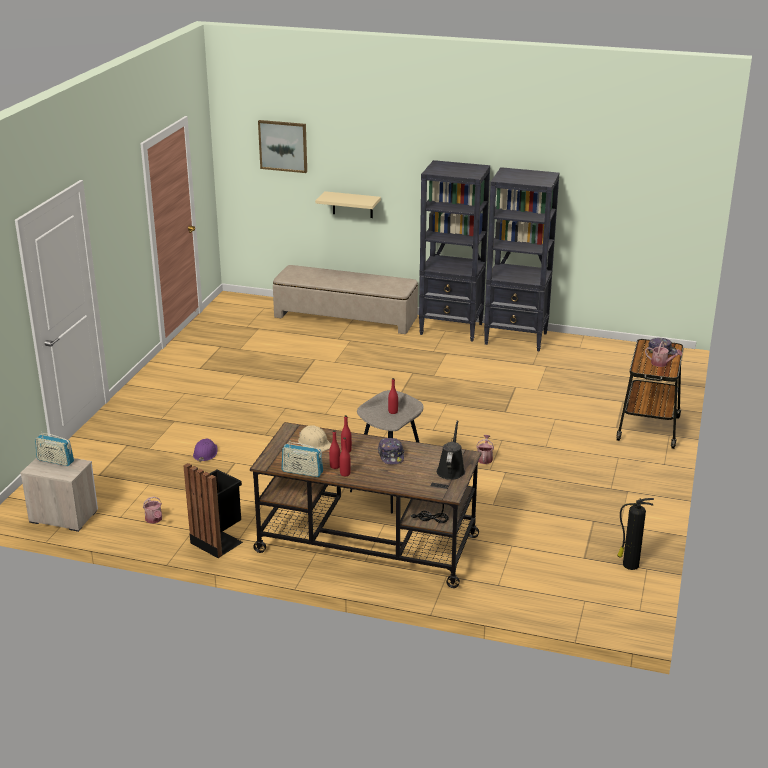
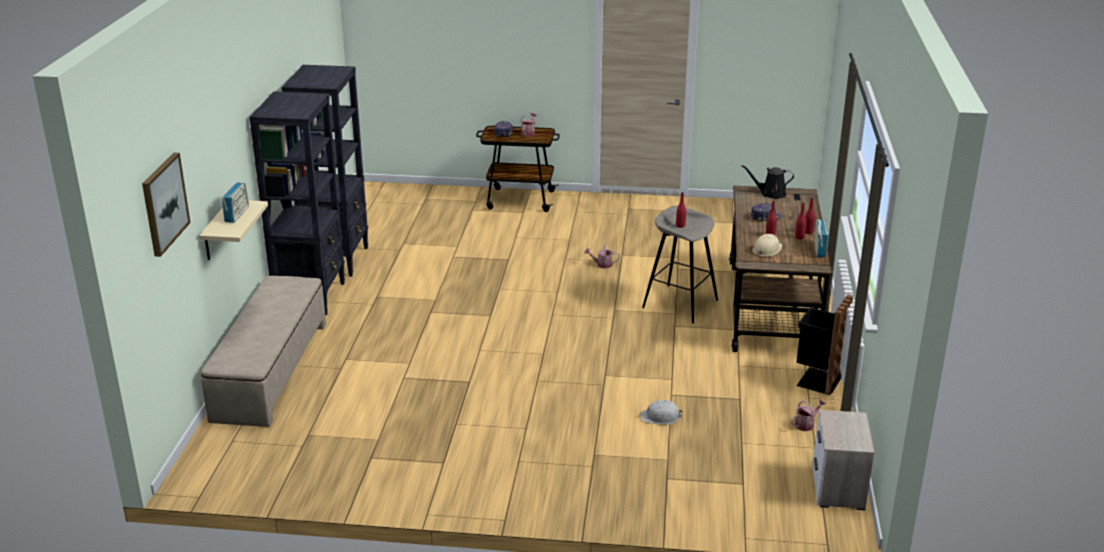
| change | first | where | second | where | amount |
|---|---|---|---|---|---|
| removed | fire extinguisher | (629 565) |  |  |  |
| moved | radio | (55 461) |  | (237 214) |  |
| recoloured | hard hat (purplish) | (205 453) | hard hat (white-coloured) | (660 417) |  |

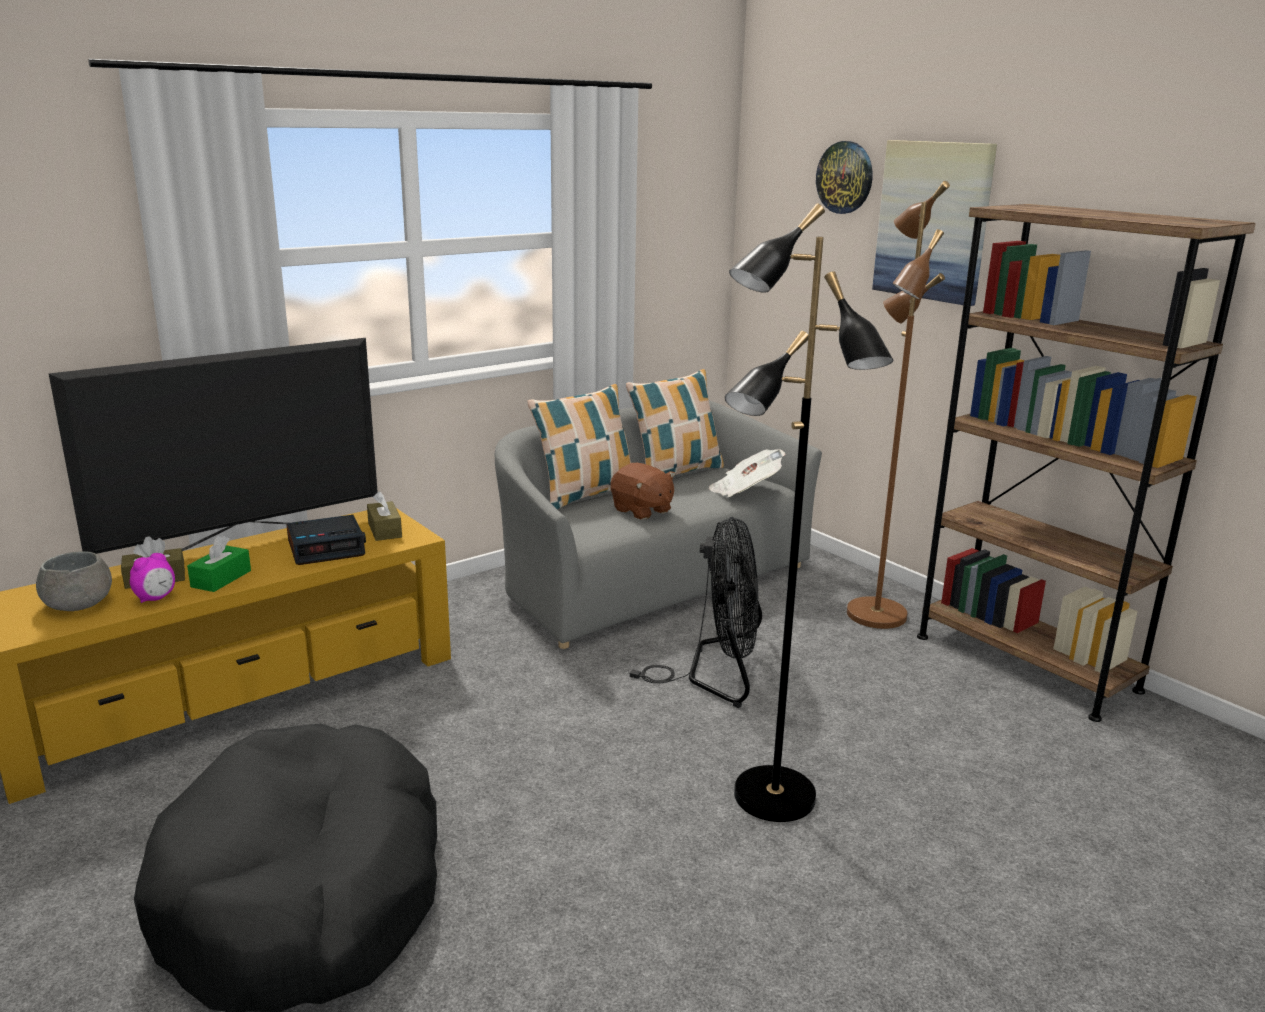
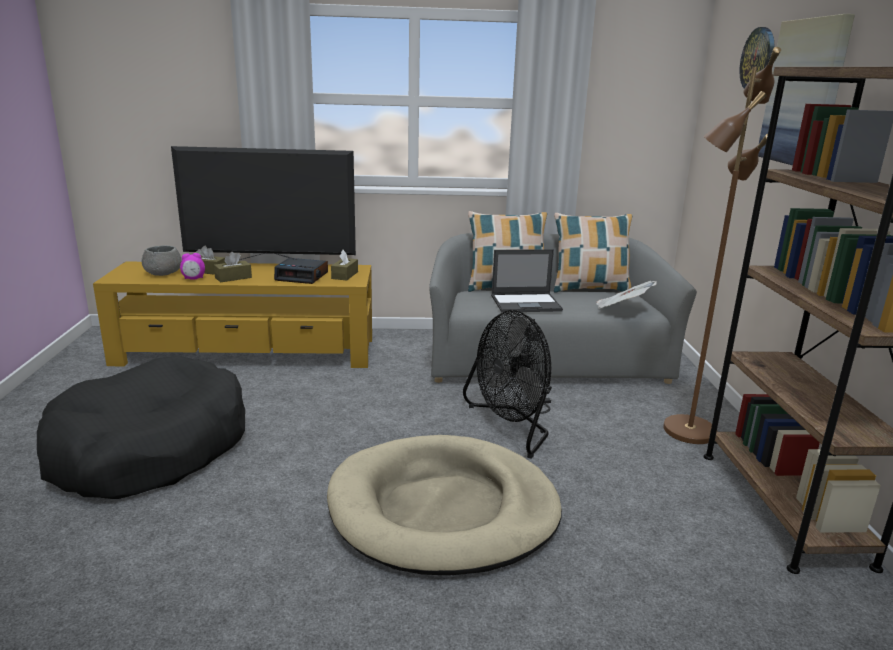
| change | first | where | second | where | amount |
|---|---|---|---|---|---|
| replaced | cuddly toy (brown) | (642 510) | laptop | (526 303) |  |
| replaced | standing lamp (blackish) | (773 798) | dog bed (beige-coloured) | (443 510) |  |
| recoloured | box of tissues (greenish) | (221 579) | box of tissues (brown) | (233 278) |  |
| turned | electric fan (blackish) | (715 669) |  | (515 424) | 105 degrees clockwise |

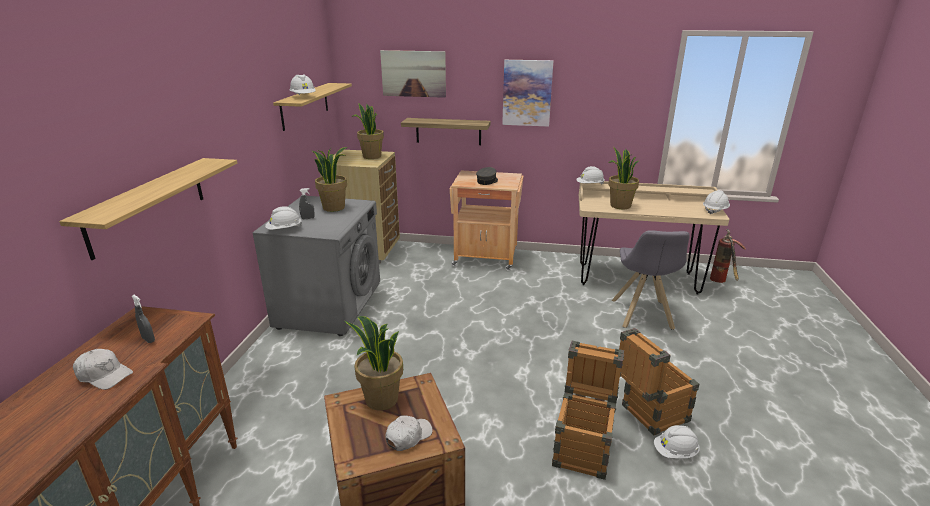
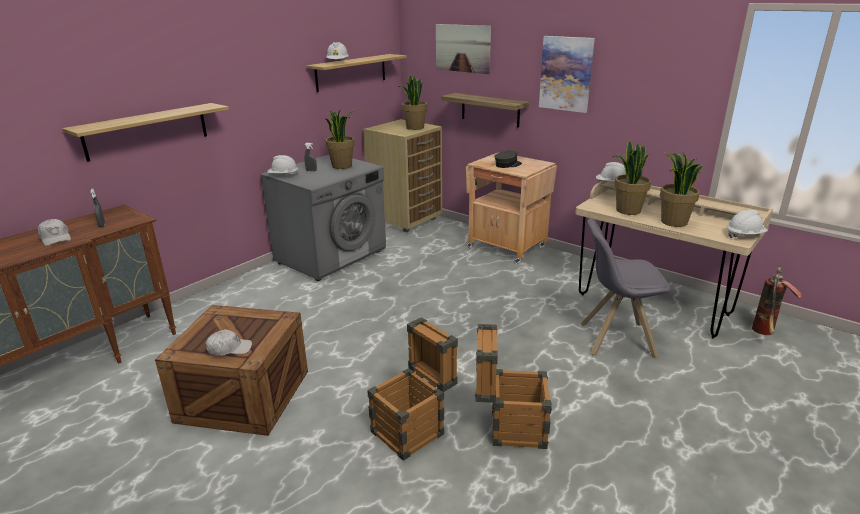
| change | first | where | second | where | amount |
|---|---|---|---|---|---|
| removed | hard hat (white-coloured) | (675 452) |  |  |  |
| moved | plant in a pot | (381 399) |  | (673 222) |  |
| turned | upright chair (gray) | (642 314) |  | (616 339) | 60 degrees clockwise |

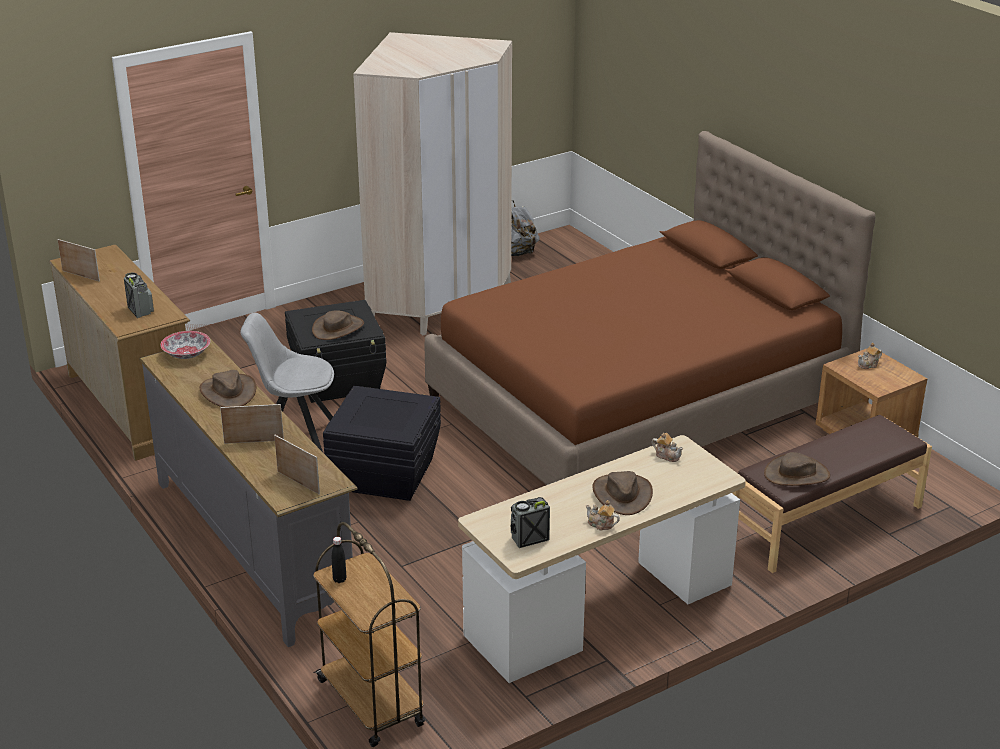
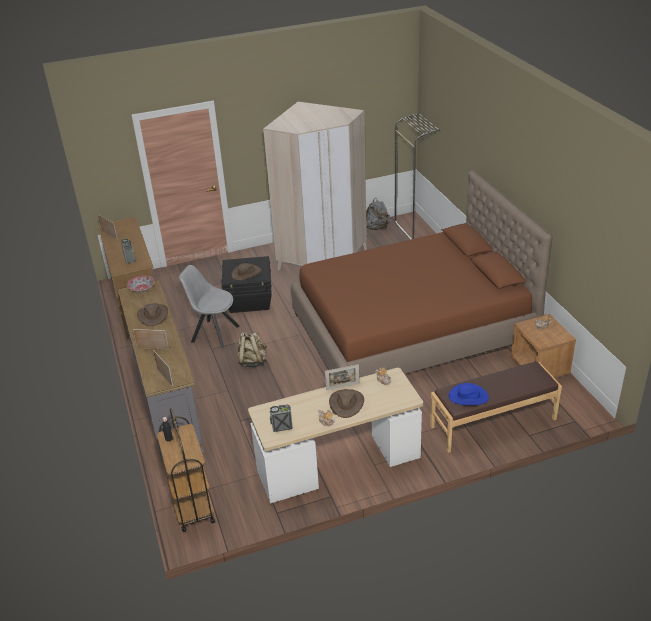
| change | first | where | second | where | amount |
|---|---|---|---|---|---|
| added |  |  | photo frame | (342 386) |  |
| added |  |  | garment rack (gray) | (414 229) |  |
| replaced | storage container (blackish) | (384 473) | knapsack (beige-coloured) | (252 361) |  |
| recoloured | wearable hat (brown) | (796 474) | wearable hat (blue) | (468 397) |  |

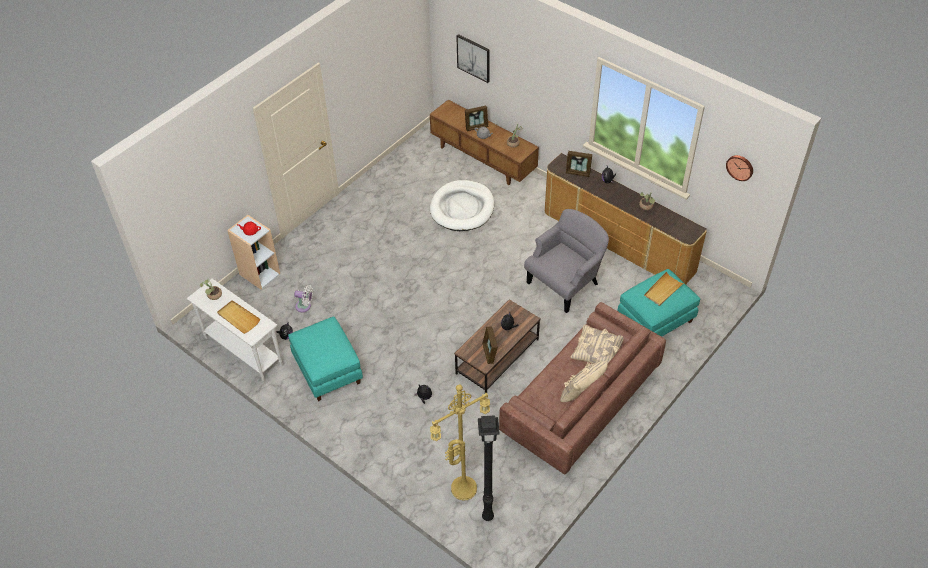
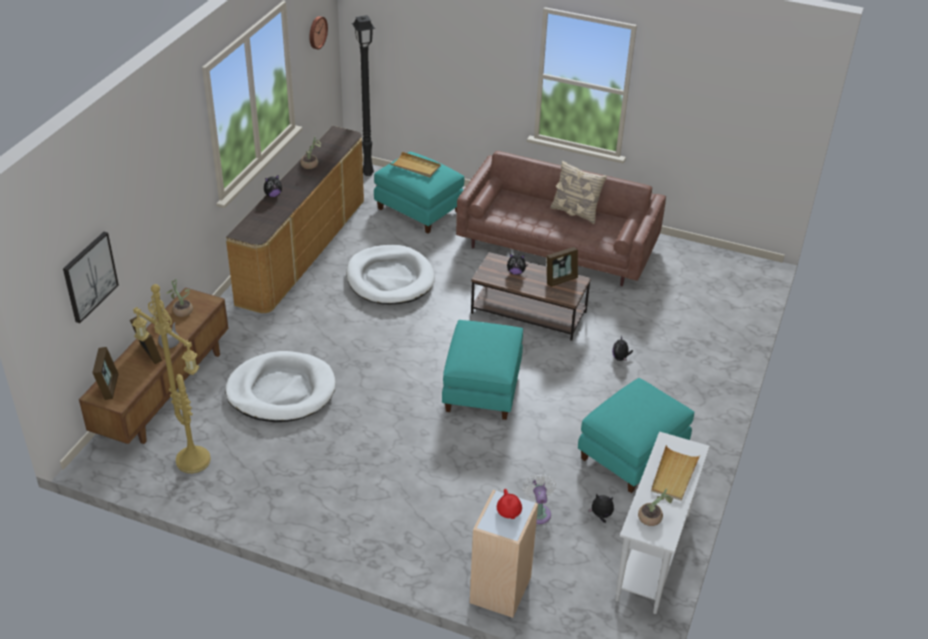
| change | first | where | second | where | amount |
|---|---|---|---|---|---|
| removed | cushion (beige-coloured) | (597 353) |  |  |  |
| added |  |  | pouffe (blue-green) | (483 389) |  |
| moved | standing lamp (yellowish) | (464 487) |  | (190 461) |  |
| moved | standing lamp (blackish) | (488 516) |  | (367 173) |  |
| moved | photo frame | (578 172) |  | (109 387) |  |
| replaced | armchair (gray) | (565 283) | dog bed (white-coloured) | (390 279) |  |

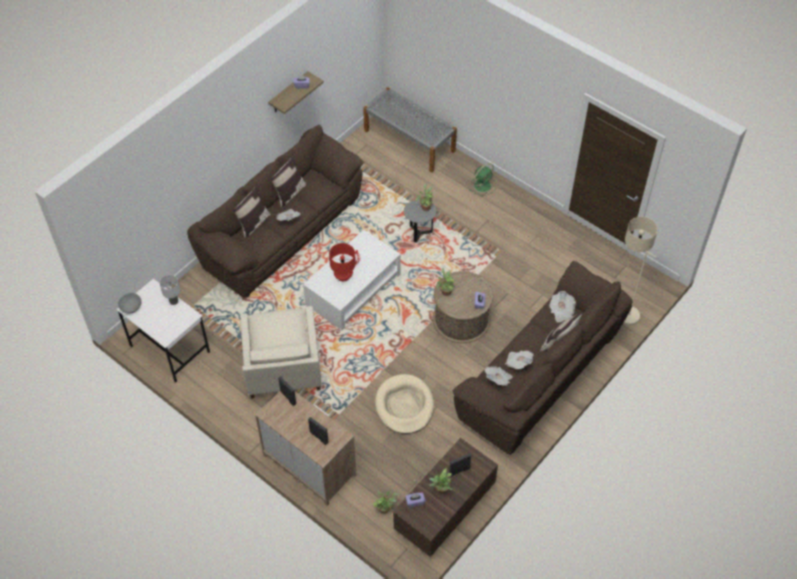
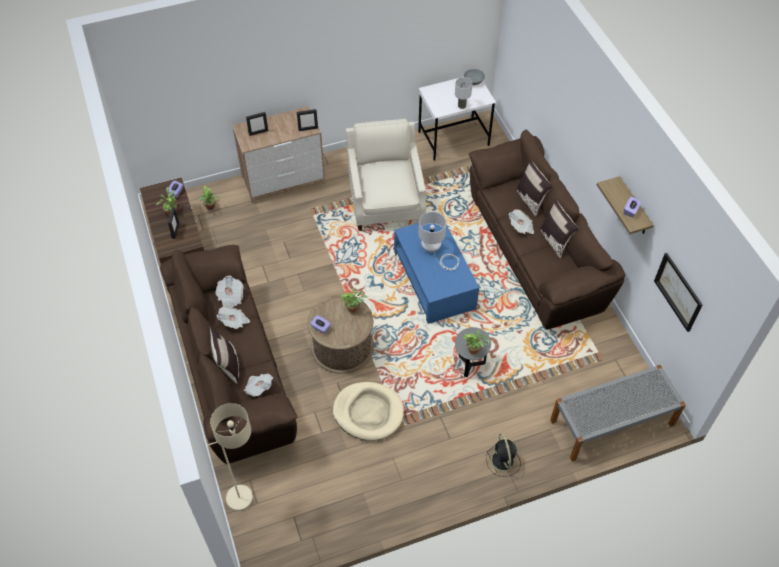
| change | first | where | second | where | amount |
|---|---|---|---|---|---|
| added |  |  | wall art | (678 292) |  |
| moved | dog bed (beige-coloured) | (404 406) |  | (368 412) |  |
| recoloured | low table (white-coloured) | (353 289) | low table (blue) | (434 280) |  |
| recoloured | lamp for a table (red) | (346 269) | lamp for a table (white-coloured) | (438 253) |  |
| recoloured | electric fan (greenish) | (483 185) | electric fan (blackish) | (503 461) |  |
| turned | armchair (beige-coloured) | (282 366) |  | (386 199) | 60 degrees clockwise |

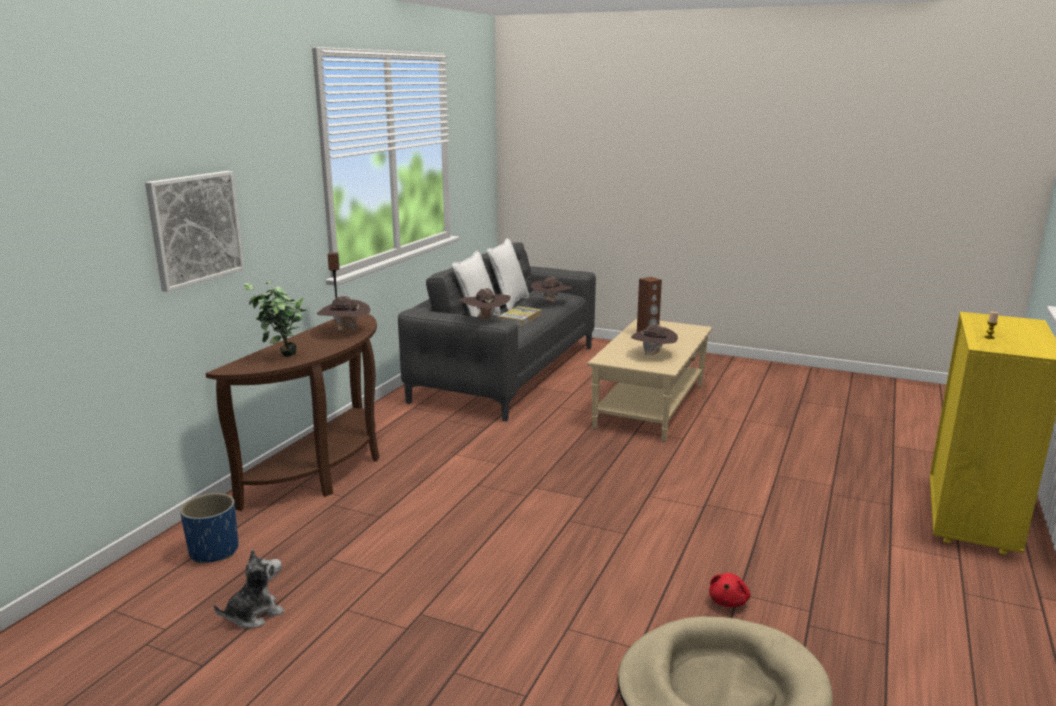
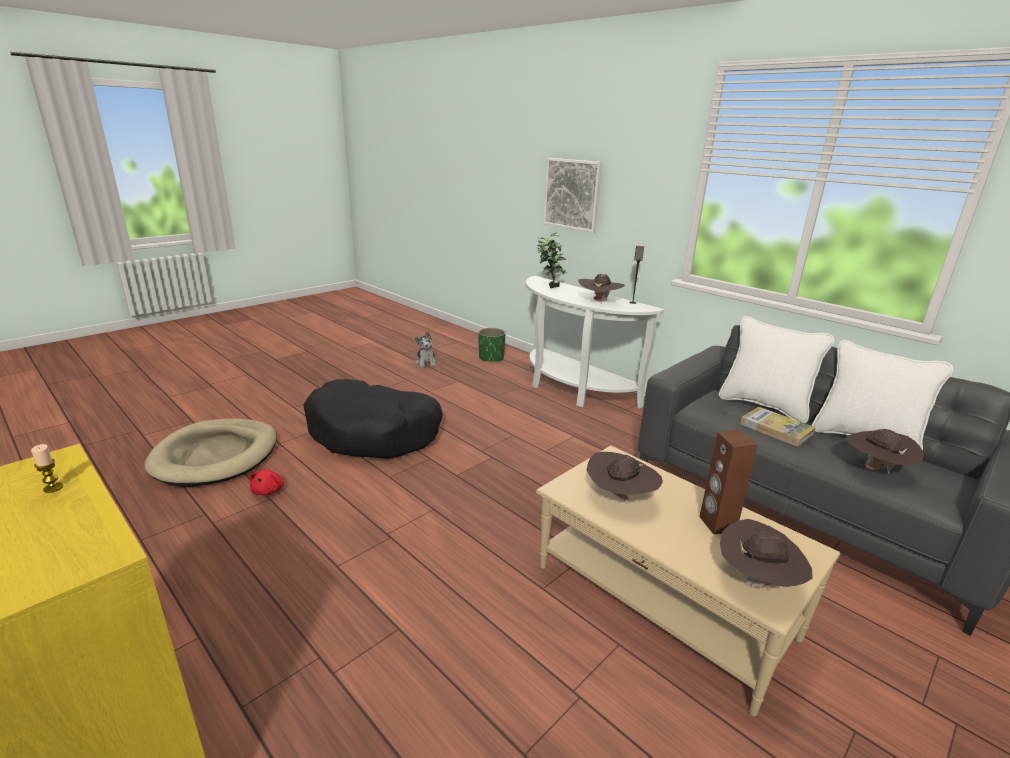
| change | first | where | second | where | amount |
|---|---|---|---|---|---|
| added |  |  | dog bed (blackish) | (374 433) |  |
| moved | wearable hat (brown) | (485 319) |  | (757 581) |  |
| recoloured | planter (blue) | (214 551) | planter (greenish) | (491 358) |  |
| recoloured | narrow table (brown) | (325 470) | narrow table (white-coloured) | (571 389) |  |
| turned | cuddly toy (red) | (728 601) |  | (269 490) | 135 degrees counterclockwise |

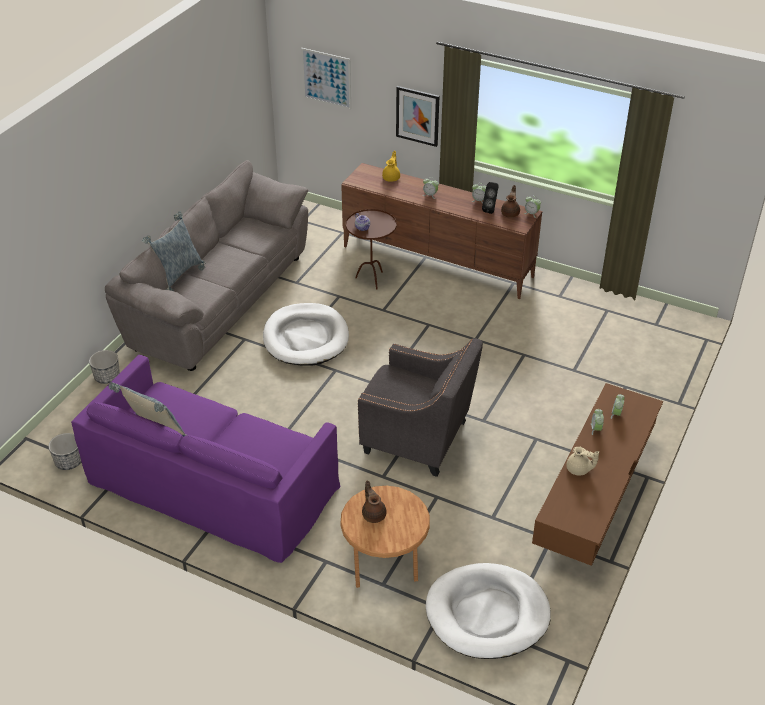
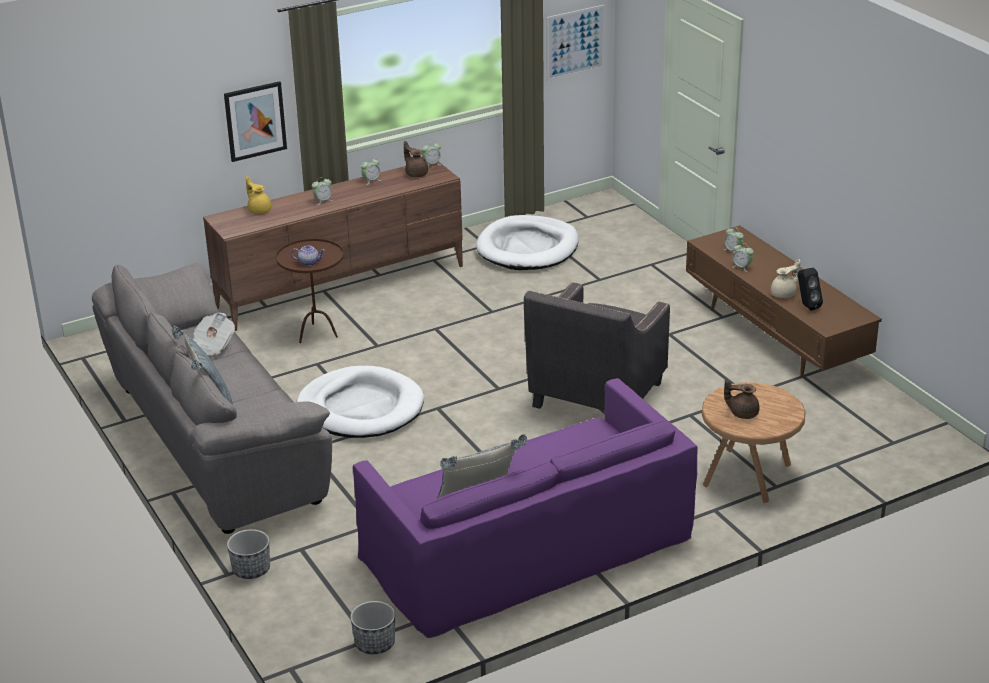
| change | first | where | second | where | amount |
|---|---|---|---|---|---|
| added |  |  | daily paper | (212 346) |  |
| moved | wall art | (326 78) |  | (575 42) |  |
| moved | dog bed (white-coloured) | (487 614) |  | (528 248) |  |
| moved | loudspeaker (blackish) | (490 209) |  | (806 306) |  |
| turned | armchair (gray) | (417 437) |  | (597 396) | 150 degrees clockwise |

